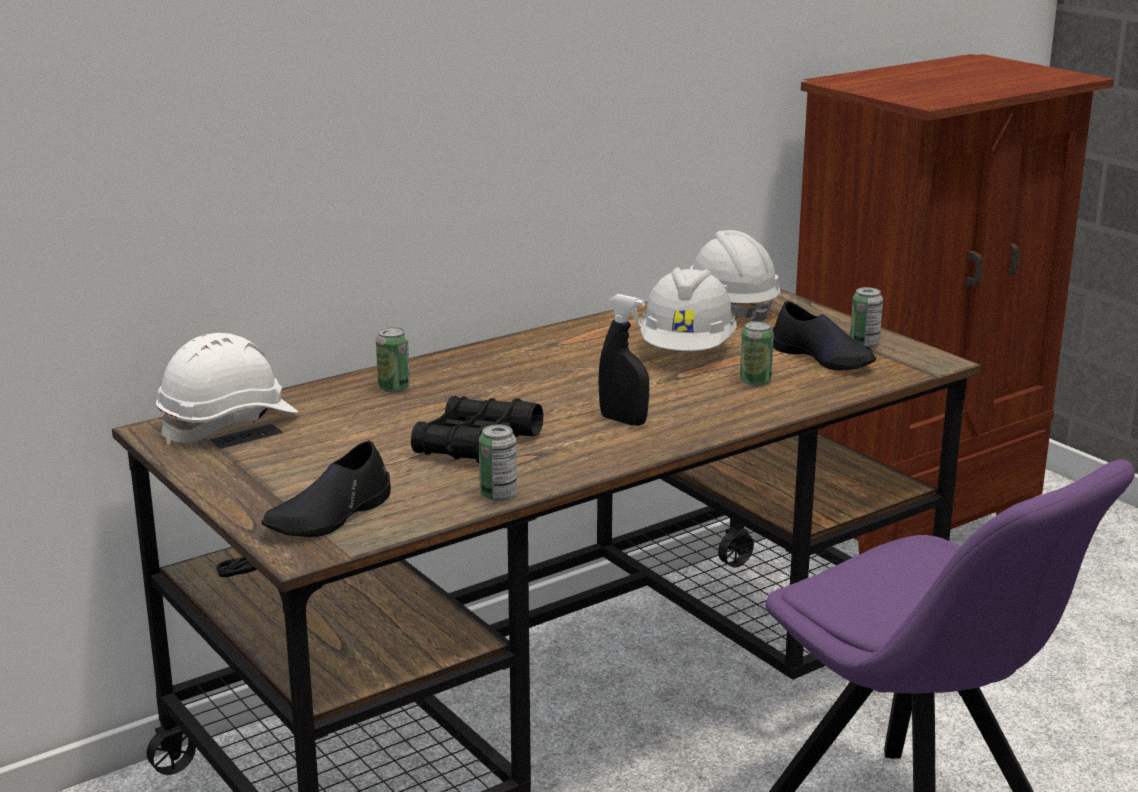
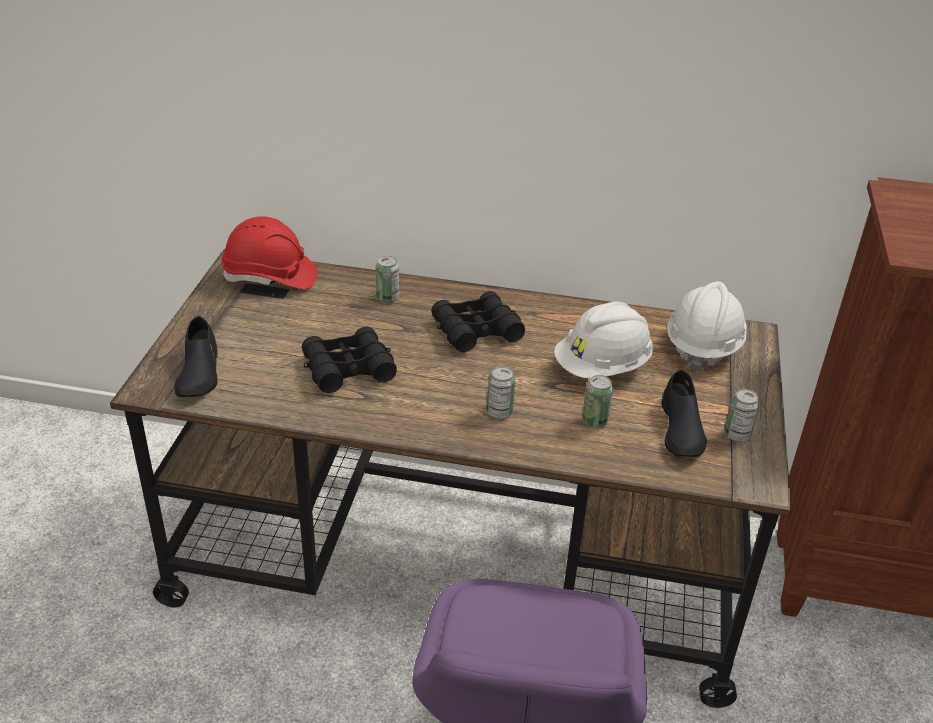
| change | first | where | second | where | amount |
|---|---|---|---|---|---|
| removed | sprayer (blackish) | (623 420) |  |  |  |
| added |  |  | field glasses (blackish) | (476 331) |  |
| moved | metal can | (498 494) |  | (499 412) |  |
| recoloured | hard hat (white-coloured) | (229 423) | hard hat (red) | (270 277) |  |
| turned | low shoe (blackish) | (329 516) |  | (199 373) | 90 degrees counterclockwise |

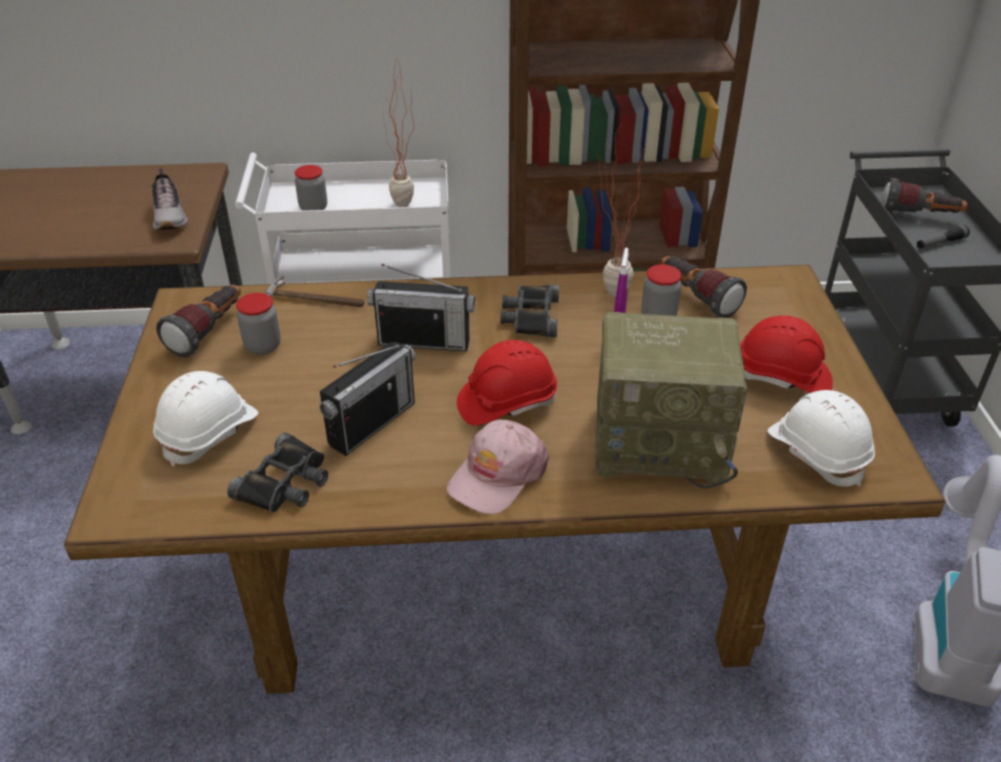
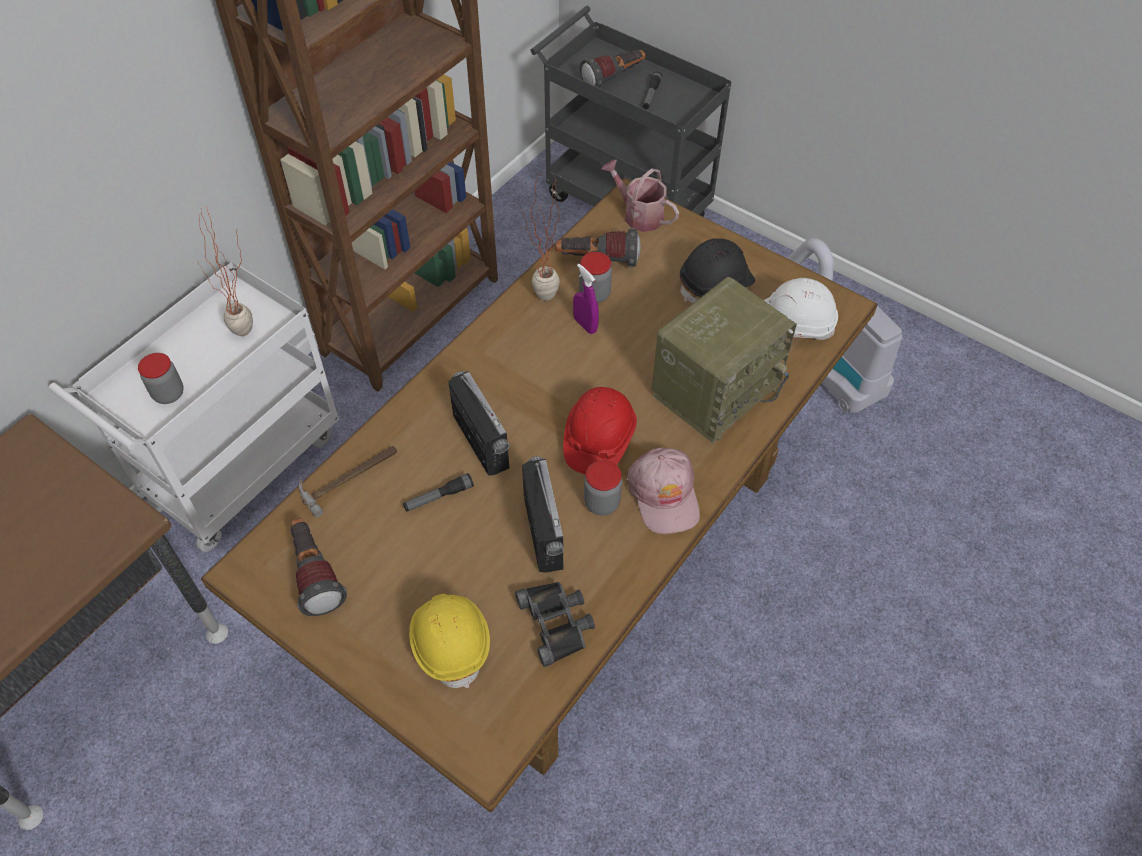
| change | first | where | second | where | amount |
|---|---|---|---|---|---|
| removed | low shoe | (170 217) |  |  |  |
| removed | field glasses (blackish) | (530 316) |  |  |  |
| added |  |  | torch | (438 497) |  |
| added |  |  | watering can | (638 214) |  |
| moved | preserve jar | (263 346) |  | (602 503) |  |
| recoloured | hard hat (white-coloured) | (209 432) | hard hat (yellowish) | (451 642) |  |
| recoloured | hard hat (red) | (782 377) | hard hat (blackish) | (716 284) |  |
| turned | radio | (424 341) |  | (481 441) | 75 degrees counterclockwise |

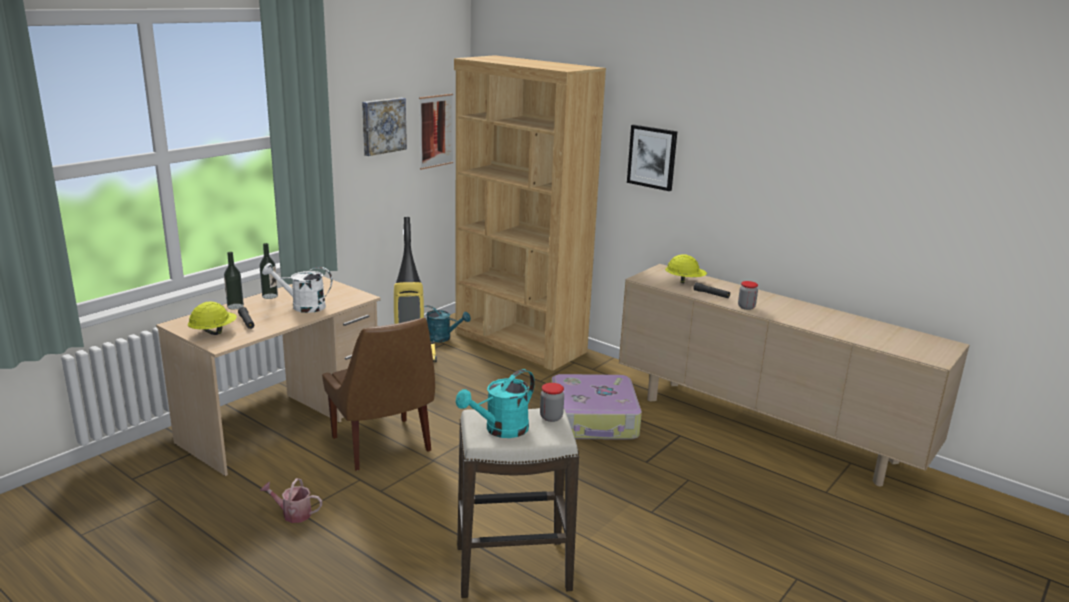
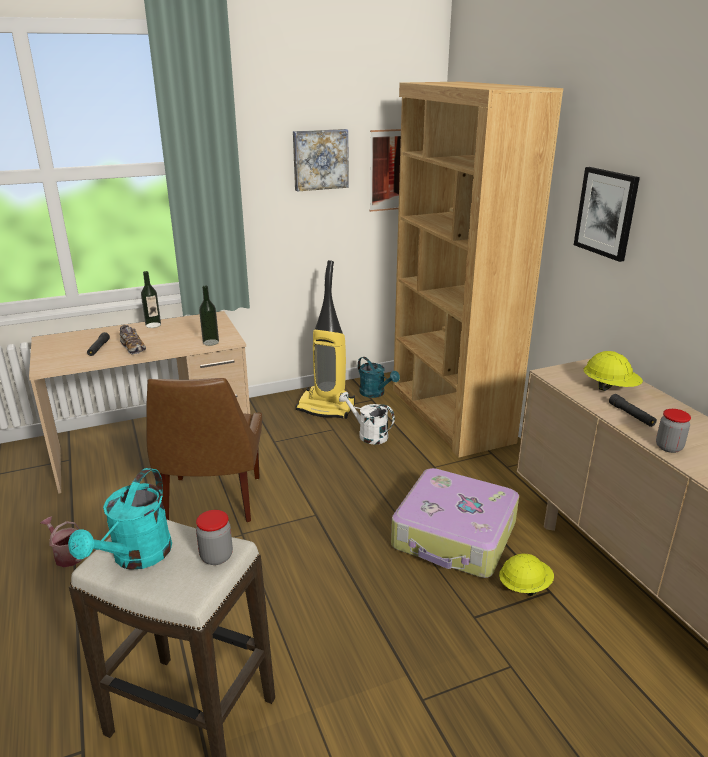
| change | first | where | second | where | amount |
|---|---|---|---|---|---|
| added |  |  | low shoe | (133 348) |  |
| moved | hard hat (yellowish) | (213 332) |  | (524 586) |  |
| moved | beverage bottle | (235 306) |  | (210 342) |  |
| moved | watering can (white-coloured) | (302 306) |  | (368 435) |  |
| turned | watering can (blue-green) | (500 430) |  | (136 557) | 60 degrees counterclockwise |

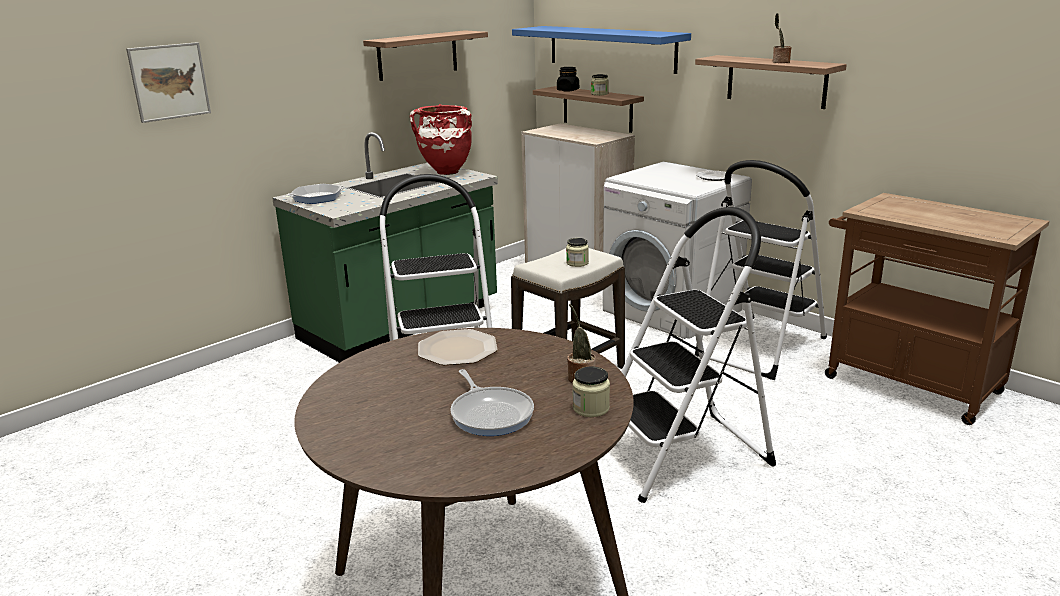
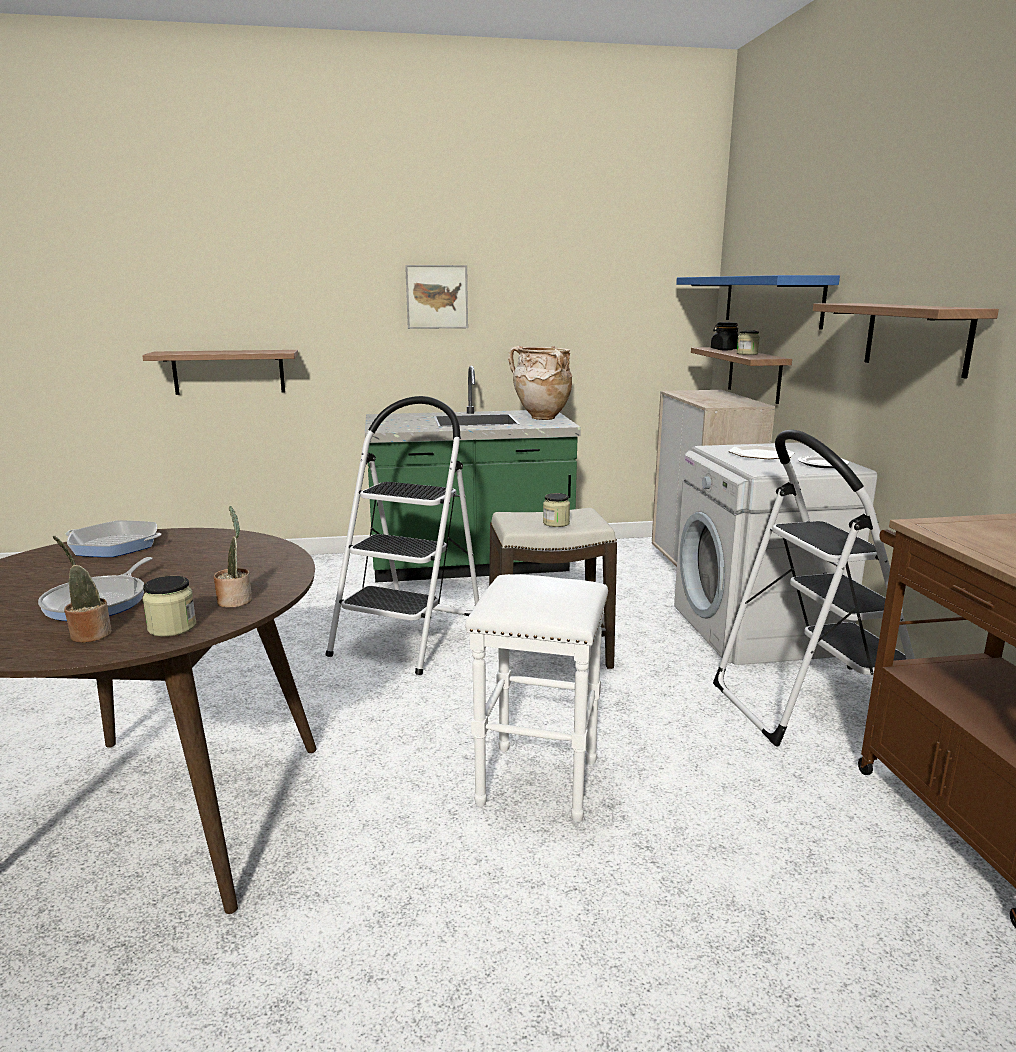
| change | first | where | second | where | amount |
|---|---|---|---|---|---|
| moved | wall art | (169 82) |  | (437 297) |  |
| moved | pan | (317 198) |  | (115 545) |  |
| moved | bracket shelf | (417 55) |  | (229 372) |  |
| moved | plate | (456 349) |  | (760 454) |  |
| moved | plant in a pot | (780 62) |  | (88 634) |  |
| replaced | stepladder | (686 455) | stool (white-coloured) | (540 783) |  |
| recoloured | flower vase (red) | (445 172) | flower vase (beige-coloured) | (541 418) |  |

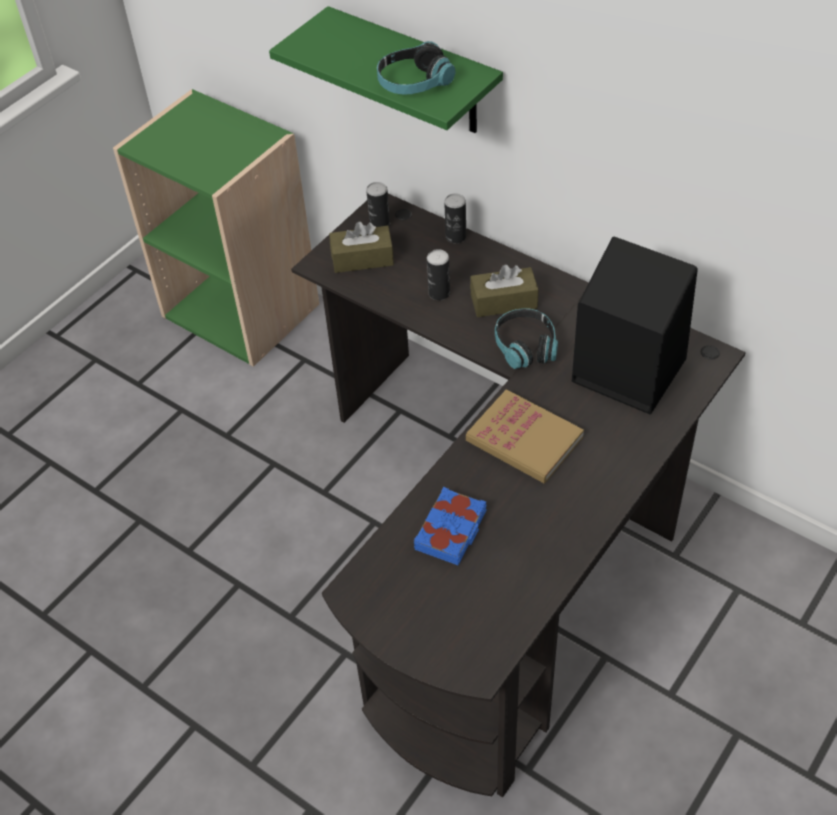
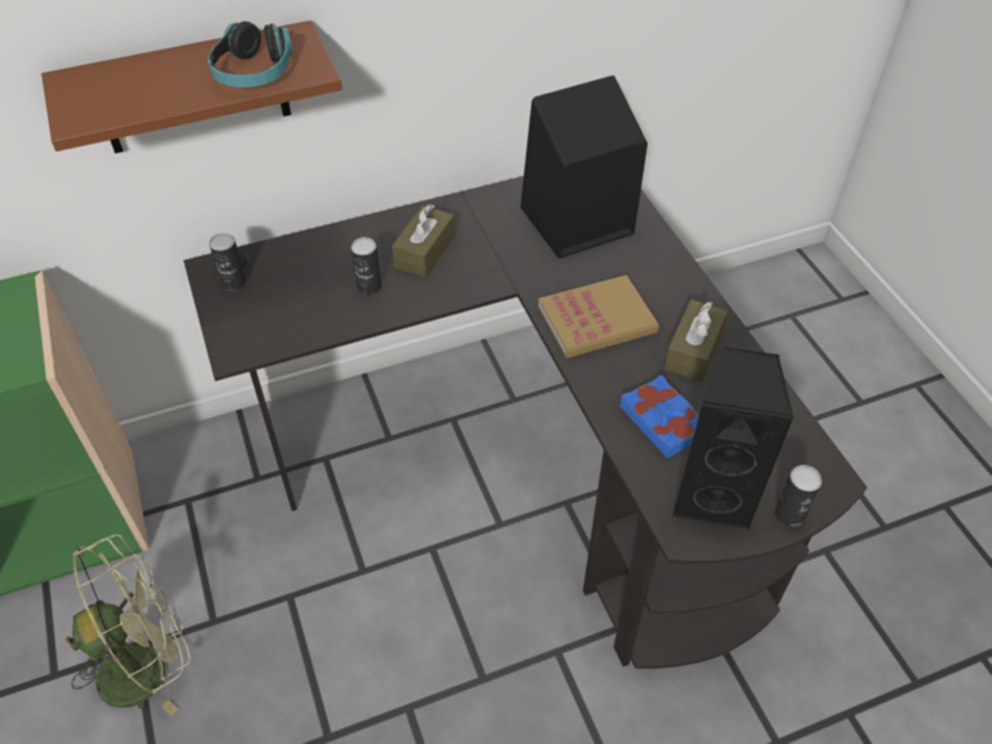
| change | first | where | second | where | amount |
|---|---|---|---|---|---|
| removed | pair of headphones | (525 346) |  |  |  |
| added |  |  | electric fan (greenish) | (147 664) |  |
| added |  |  | loudspeaker (blackish) | (713 495) |  |
| moved | box of tissues (brown) | (362 258) |  | (693 350) |  |
| moved | metal can | (456 236) |  | (789 515) |  |
| recoloured | bracket shelf (greenish) | (414 73) | bracket shelf (brown) | (192 90) |  |

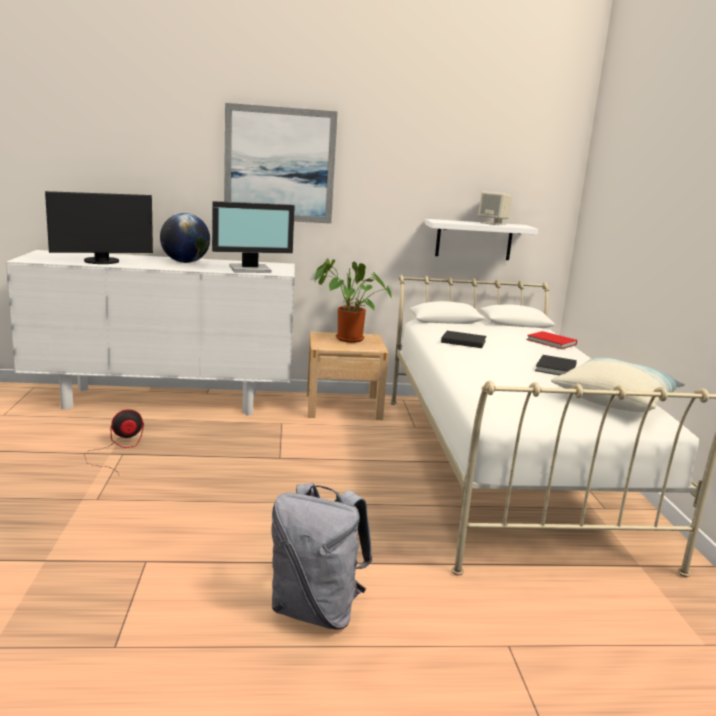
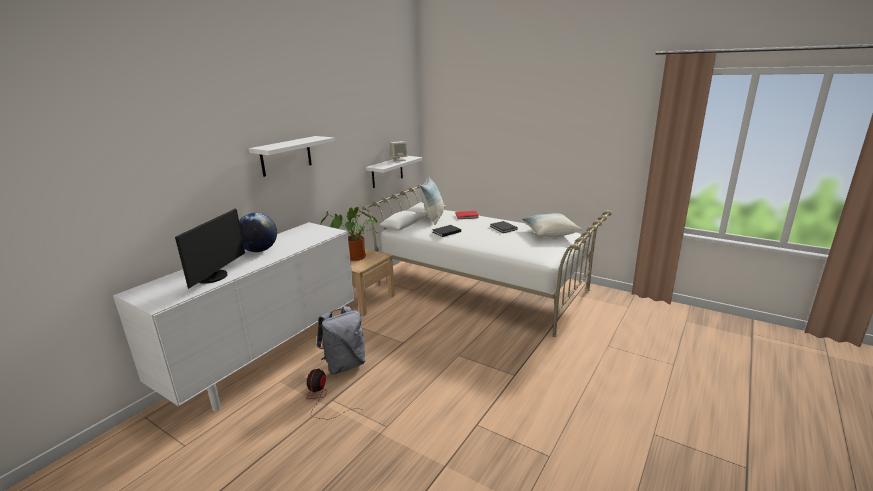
| change | first | where | second | where | amount |
|---|---|---|---|---|---|
| removed | monitor | (251 269) |  |  |  |
| added |  |  | cushion | (433 218) |  |
| moved | knapsack (gray) | (316 610) |  | (345 365) |  |
| replaced | wall art | (279 165) | bracket shelf (white-coloured) | (286 156) |  |

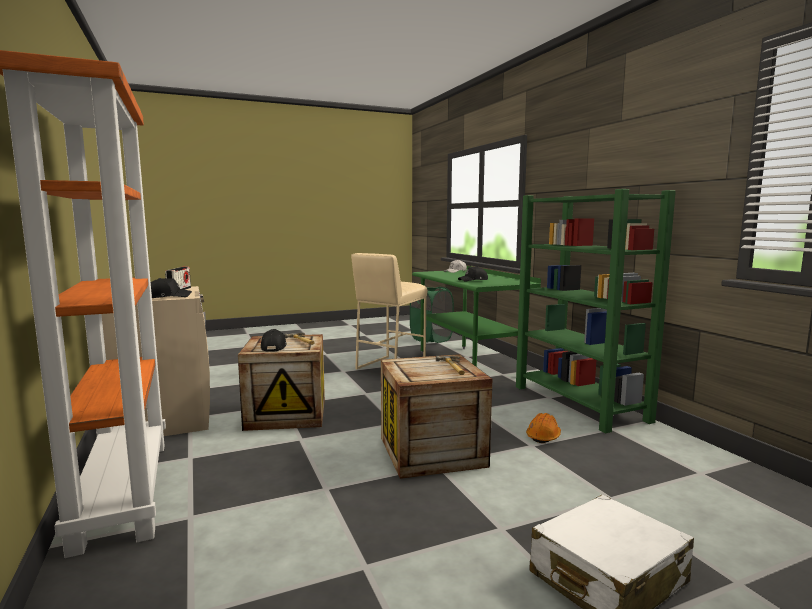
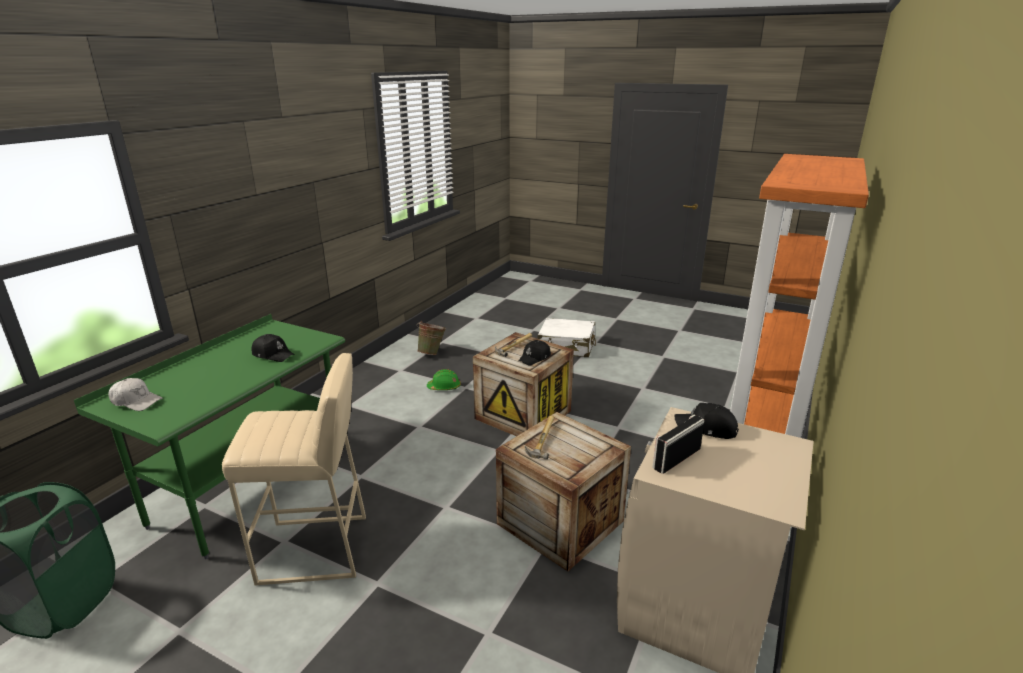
| change | first | where | second | where | amount |
|---|---|---|---|---|---|
| removed | bookcase (greenish) | (579 403) |  |  |  |
| added |  |  | water bucket (greenish) | (432 353) |  |
| moved | peaked cap (blackish) | (273 347) |  | (535 358) |  |
| recoloured | hard hat (orange) | (543 436) | hard hat (greenish) | (444 387) |  |

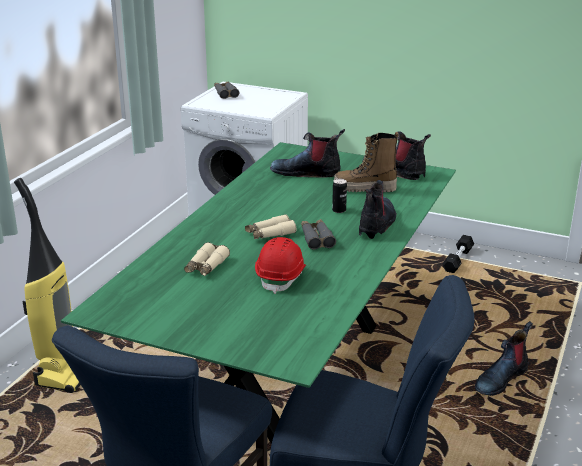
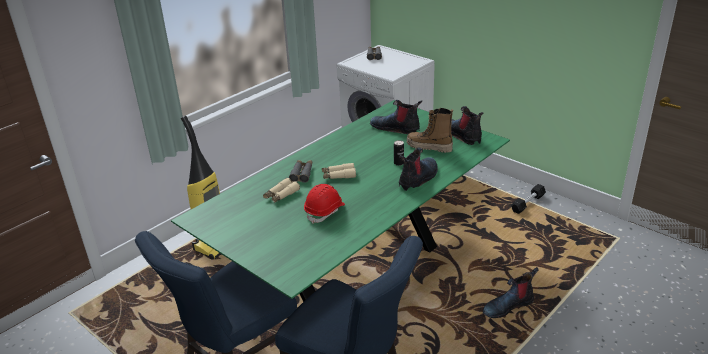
| change | first | where | second | where | amount |
|---|---|---|---|---|---|
| moved | field glasses (gray) | (316 238) |  | (302 174) |  |

